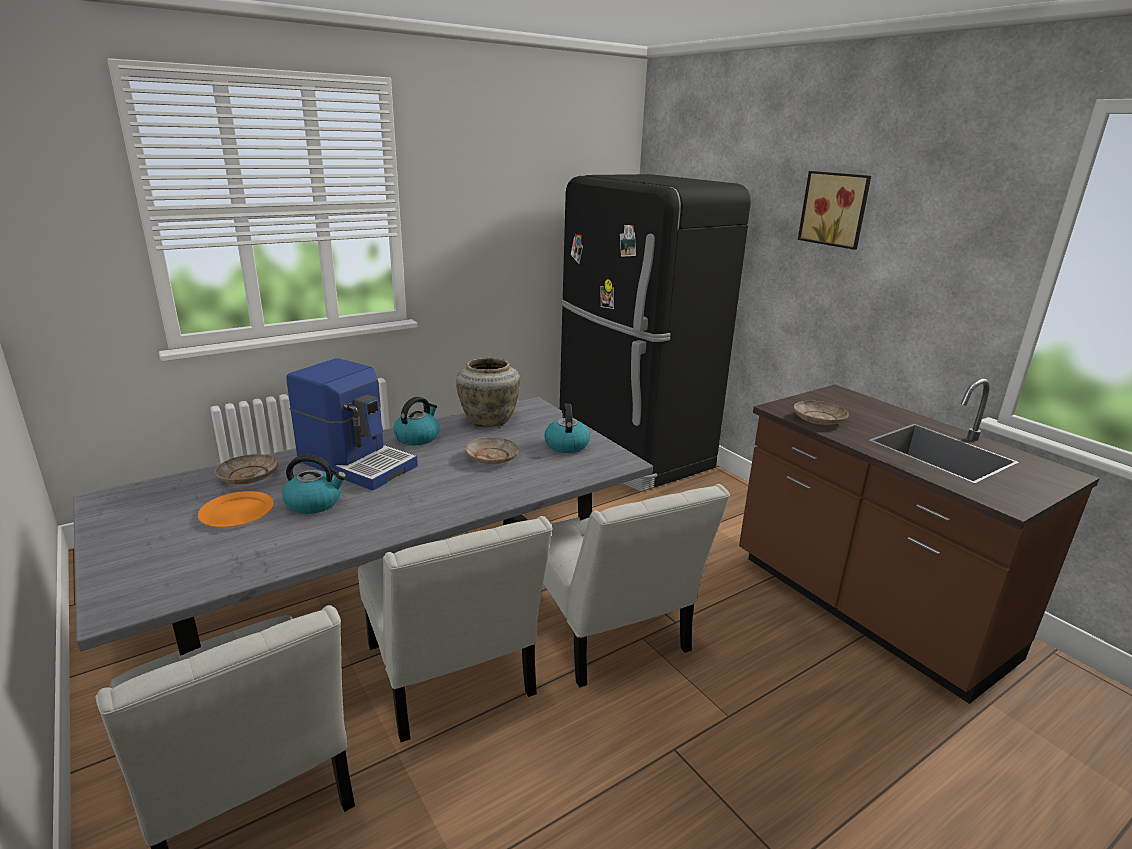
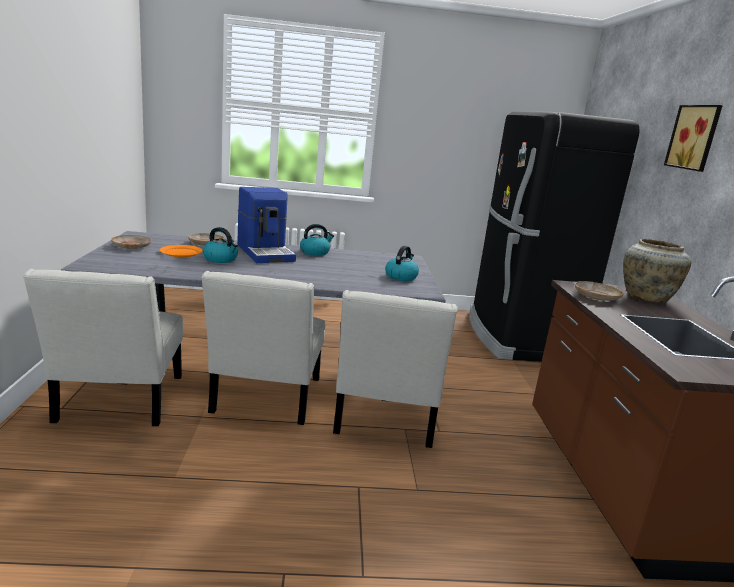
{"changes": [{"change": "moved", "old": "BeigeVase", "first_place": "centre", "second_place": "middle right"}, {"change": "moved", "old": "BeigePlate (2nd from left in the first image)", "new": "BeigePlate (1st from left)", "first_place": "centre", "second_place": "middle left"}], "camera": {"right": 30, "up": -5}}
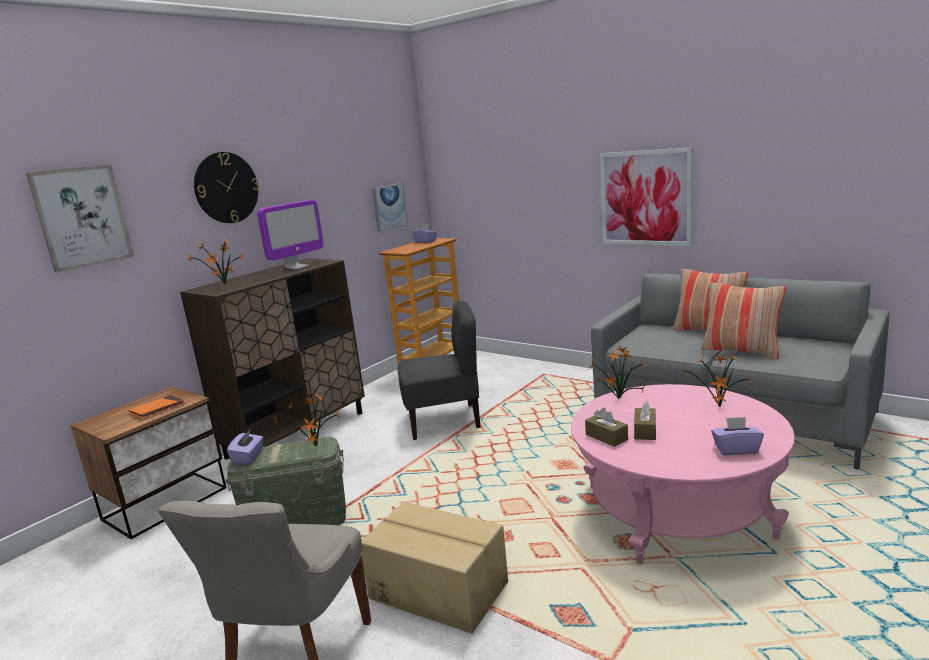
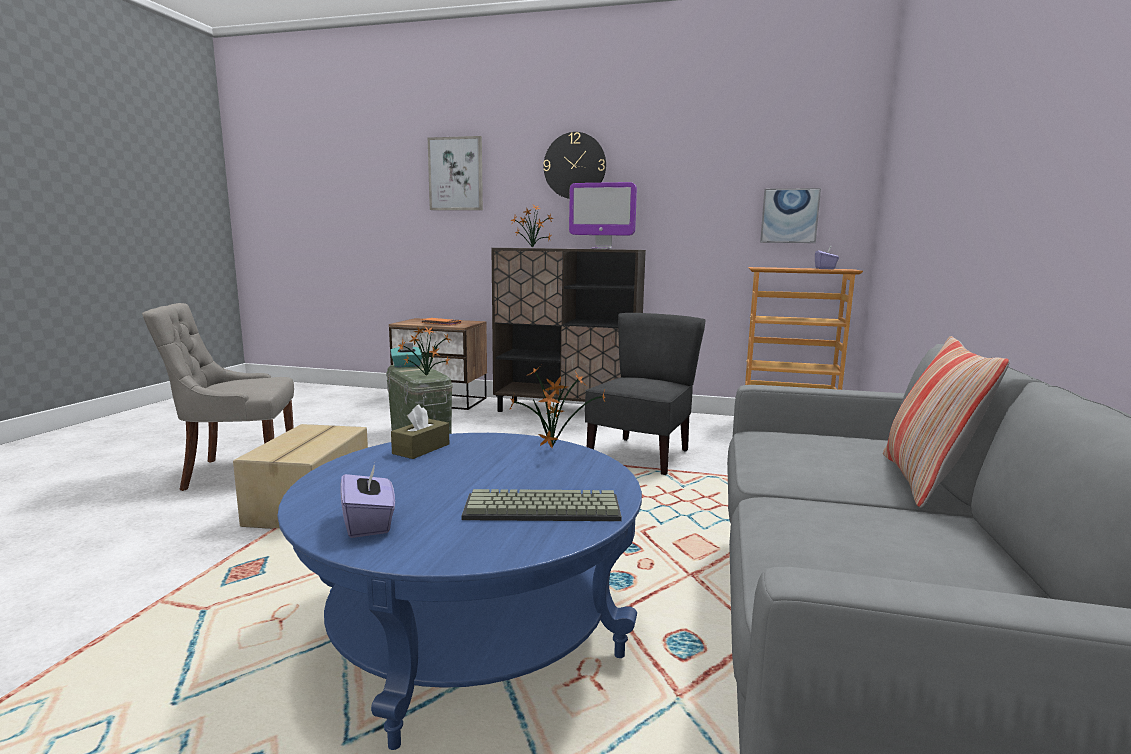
{"changes": [{"change": "removed", "old": "Picture (3rd from left)", "first_place": "top right"}, {"change": "removed", "old": "Pillow (2nd from left)", "first_place": "middle right"}, {"change": "turned", "old": "GreyChair (2nd from left)", "first_place": "centre", "second_place": "centre", "degrees": -120}, {"change": "replaced", "old": "PottedPlant (4th from left)", "new": "Keyboard", "first_place": "middle right", "second_place": "bottom centre"}, {"change": "recoloured", "old": "PinkCoffeeTable", "new": "BlueCoffeeTable", "first_place": "bottom right", "second_place": "bottom centre"}, {"change": "removed", "old": "BrownTissueBox (2nd from left)", "first_place": "middle right"}, {"change": "recoloured", "old": "PurpleTissueBox (1st from left)", "new": "TurquoiseTissueBox", "first_place": "bottom left", "second_place": "centre"}], "camera": {"right": 65, "up": -5}}
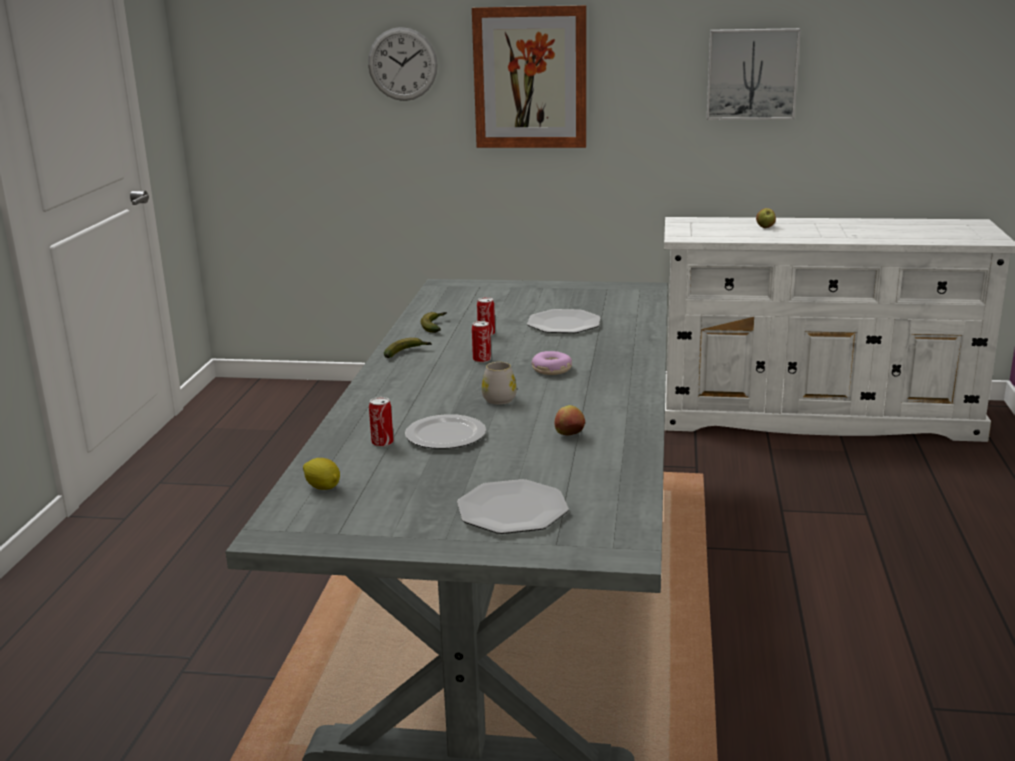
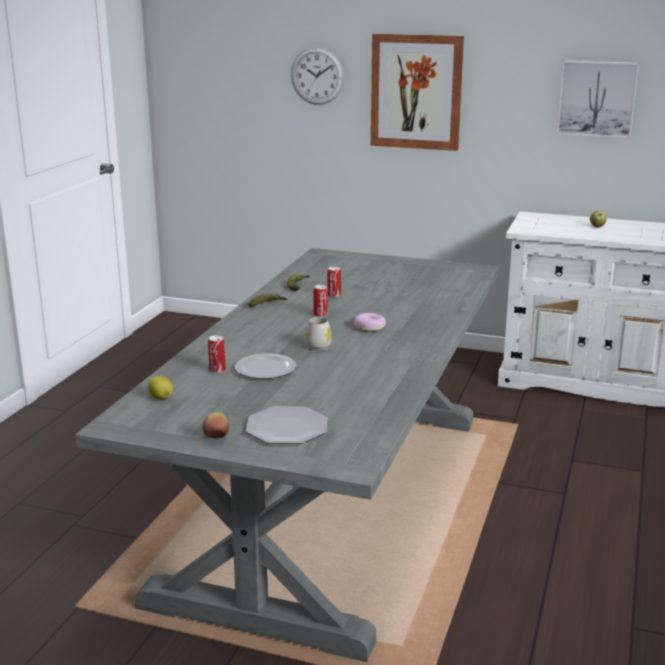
{"changes": [{"change": "removed", "old": "Plate (3rd from left)", "first_place": "centre"}, {"change": "moved", "old": "Apple (1st from left)", "first_place": "centre", "second_place": "middle left"}], "camera": {"right": 10, "up": 0}}
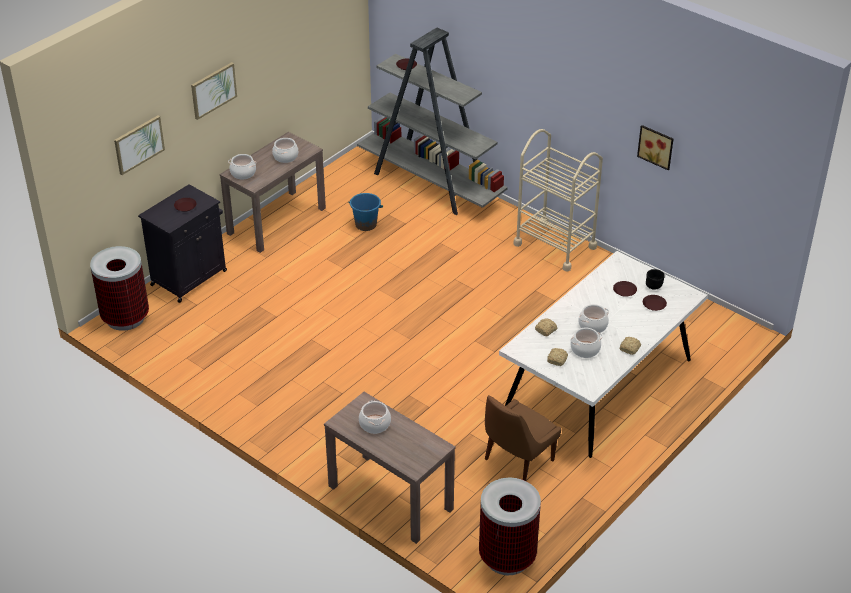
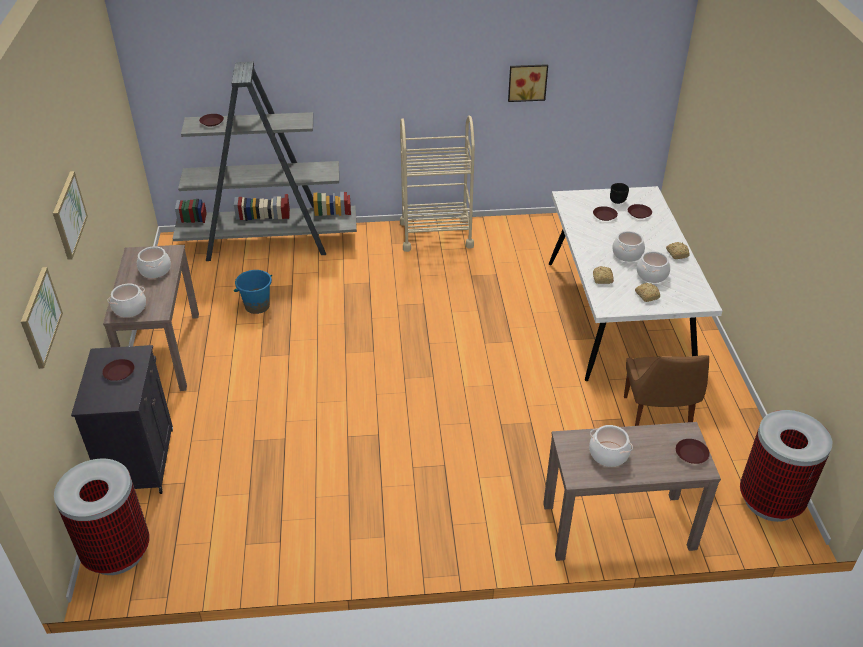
{"changes": [{"change": "added", "new": "BrownPlate (5th from left)", "second_place": "bottom right"}], "camera": {"right": -45, "up": 0}}
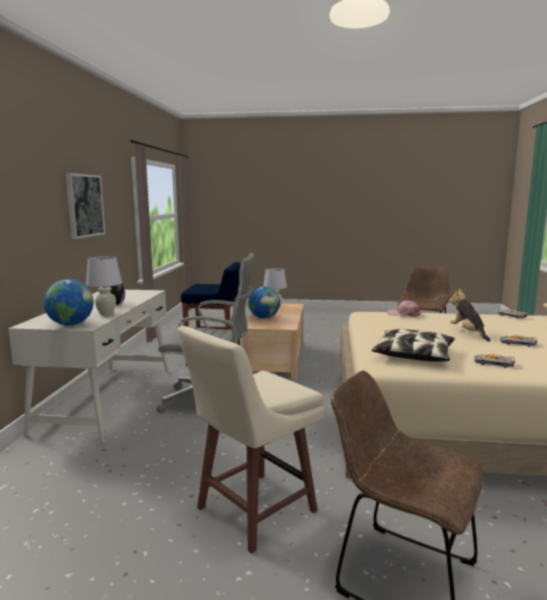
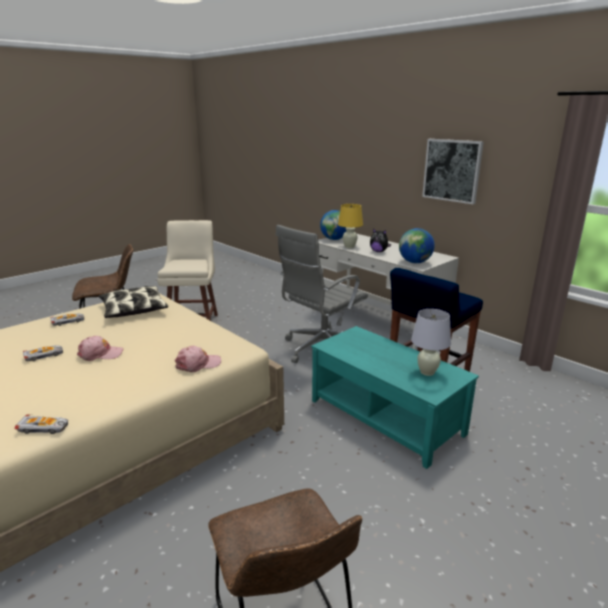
{"changes": [{"change": "recoloured", "old": "WhiteTableLamp (1st from left)", "new": "YellowTableLamp", "first_place": "middle left", "second_place": "centre"}, {"change": "moved", "old": "Globe (2nd from left)", "first_place": "centre", "second_place": "middle right"}, {"change": "replaced", "old": "PlushToy (2nd from left)", "new": "PinkCap (1st from left)", "first_place": "middle right", "second_place": "middle left"}, {"change": "recoloured", "old": "BeigeCoffeeTable", "new": "TurquoiseCoffeeTable", "first_place": "centre", "second_place": "centre"}], "camera": {"right": 130, "up": 10}}
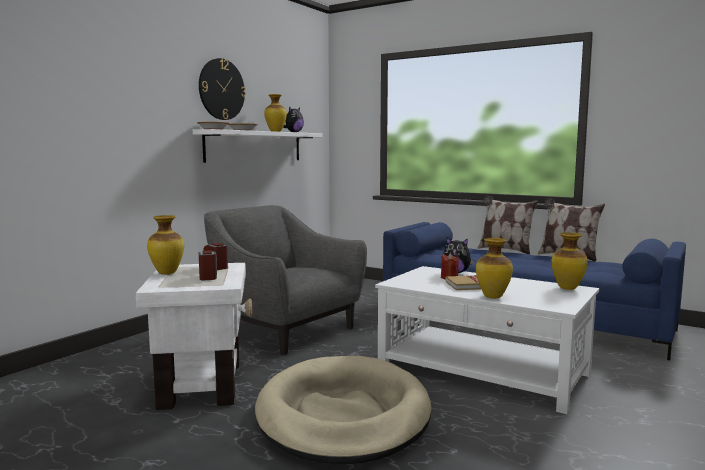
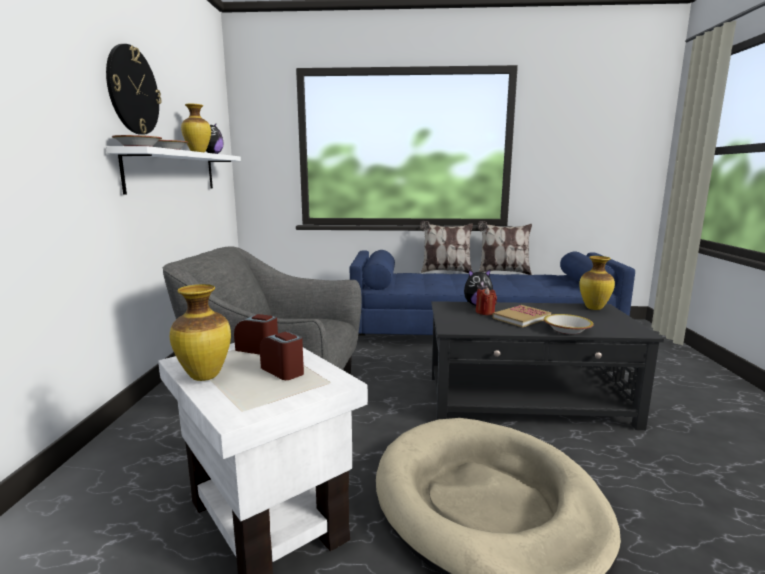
{"changes": [{"change": "replaced", "old": "Vase (3rd from left)", "new": "Bowl (3rd from left)", "first_place": "middle right", "second_place": "middle right"}, {"change": "recoloured", "old": "WhiteCoffeeTable", "new": "BlackCoffeeTable", "first_place": "bottom right", "second_place": "middle right"}], "camera": {"right": -30, "up": 5}}
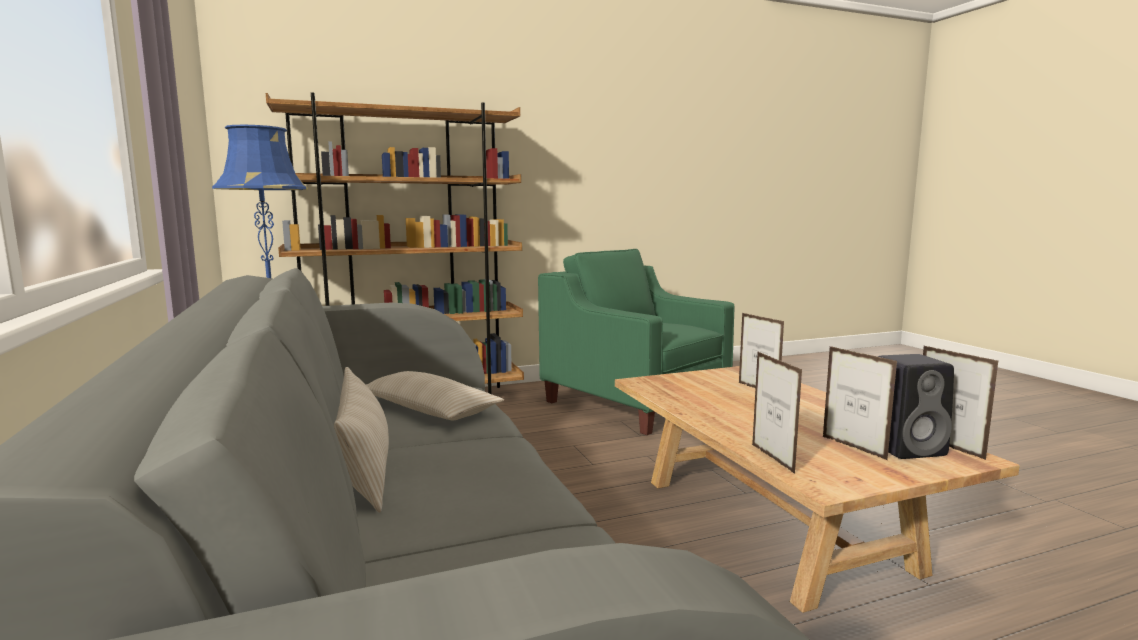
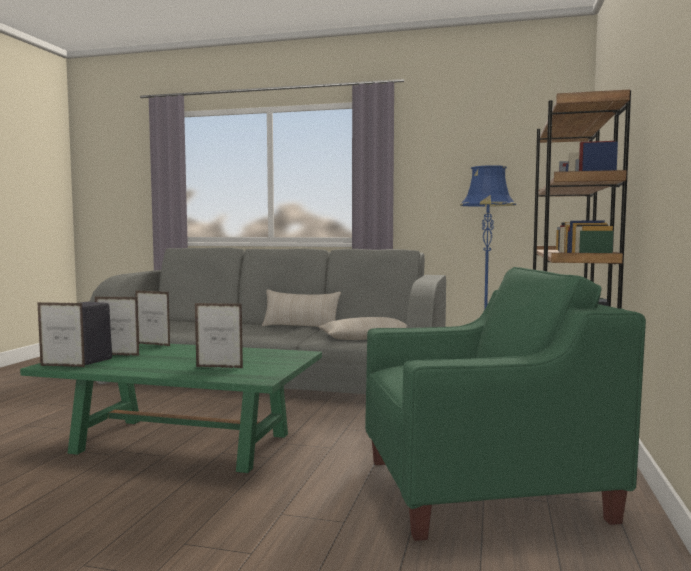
{"changes": [{"change": "recoloured", "old": "BeigeCoffeeTable", "new": "GreenCoffeeTable", "first_place": "bottom right", "second_place": "bottom left"}], "camera": {"right": 125, "up": -5}}
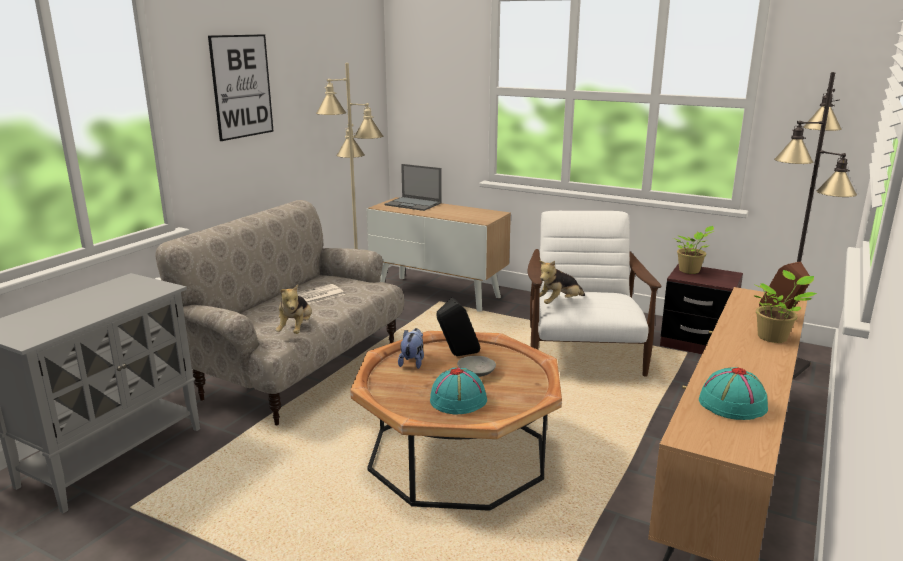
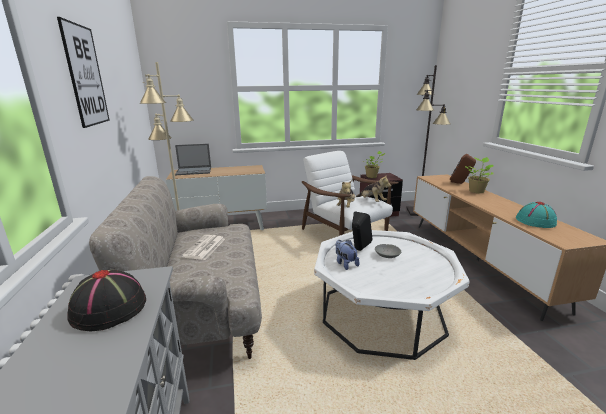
{"changes": [{"change": "moved", "old": "PlushToy (1st from left in the first image)", "new": "PlushToy (3rd from left)", "first_place": "middle left", "second_place": "centre"}, {"change": "recoloured", "old": "BrownCoffeeTable", "new": "WhiteCoffeeTable", "first_place": "bottom centre", "second_place": "bottom centre"}, {"change": "removed", "old": "TurquoiseHat (1st from left)", "first_place": "bottom centre"}, {"change": "added", "new": "BlackHat", "second_place": "bottom left"}], "camera": {"right": -40, "up": 0}}
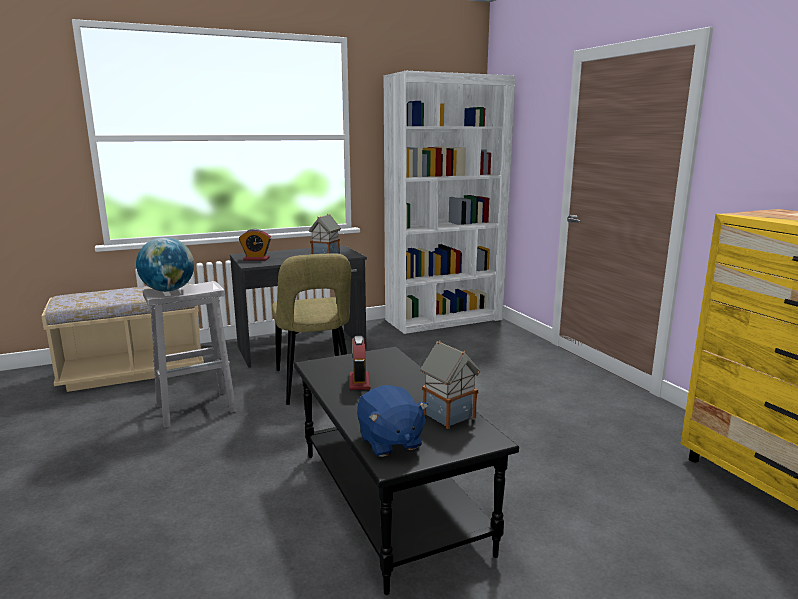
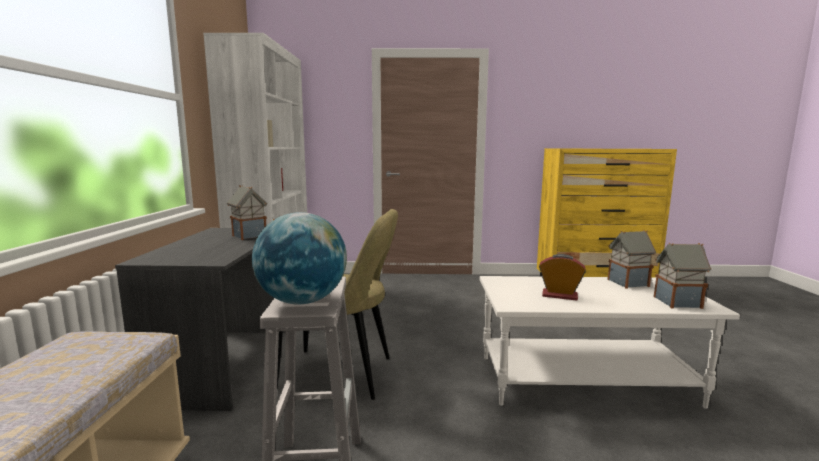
{"changes": [{"change": "removed", "old": "AlarmClock (1st from left)", "first_place": "middle left"}, {"change": "recoloured", "old": "BlackCoffeeTable", "new": "WhiteCoffeeTable", "first_place": "bottom centre", "second_place": "bottom right"}, {"change": "replaced", "old": "BluePlushToy", "new": "ToyHouse (3rd from left)", "first_place": "bottom centre", "second_place": "middle right"}], "camera": {"right": -65, "up": -5}}
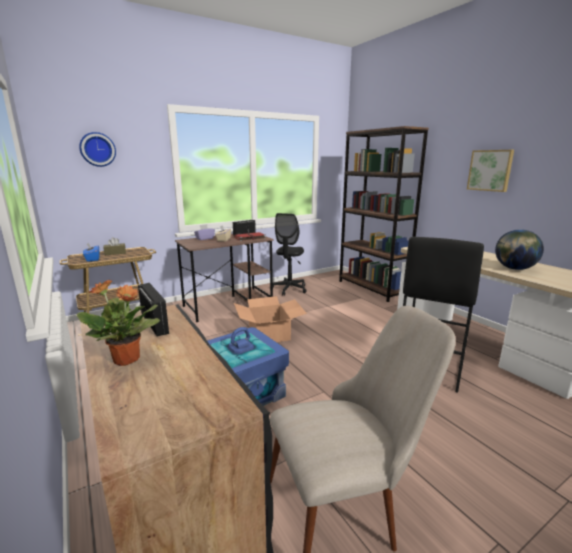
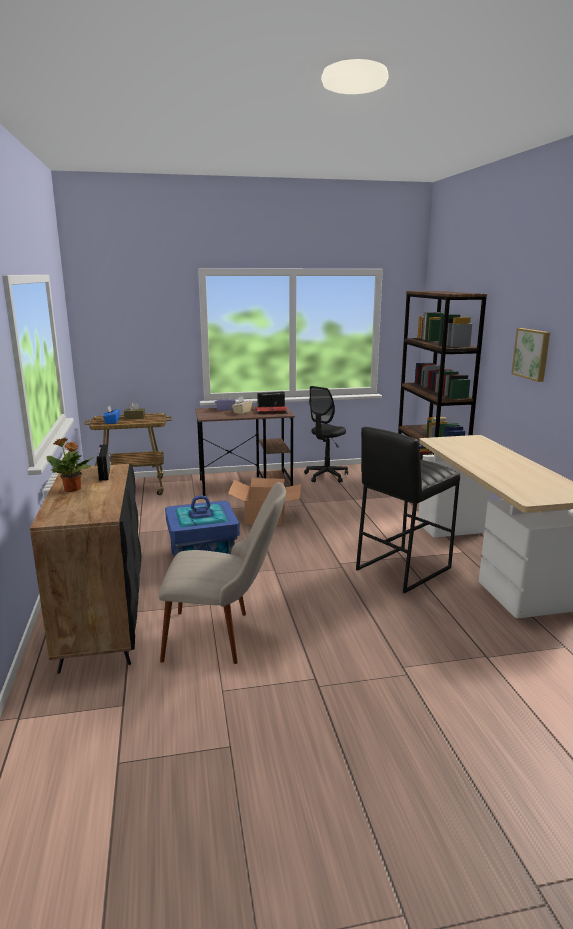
{"changes": [{"change": "removed", "old": "WallClock", "first_place": "top left"}, {"change": "removed", "old": "Globe", "first_place": "middle right"}], "camera": {"right": 20, "up": 0}}
